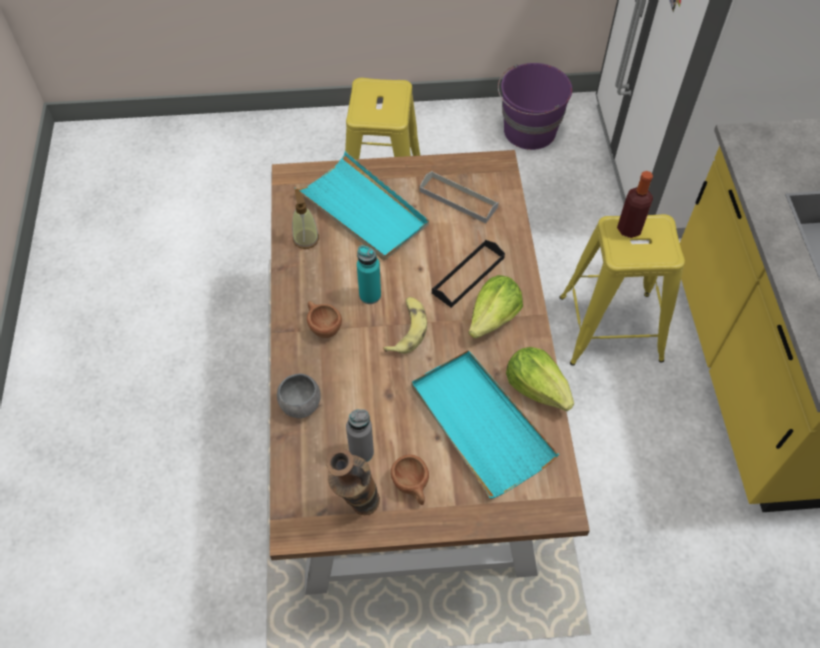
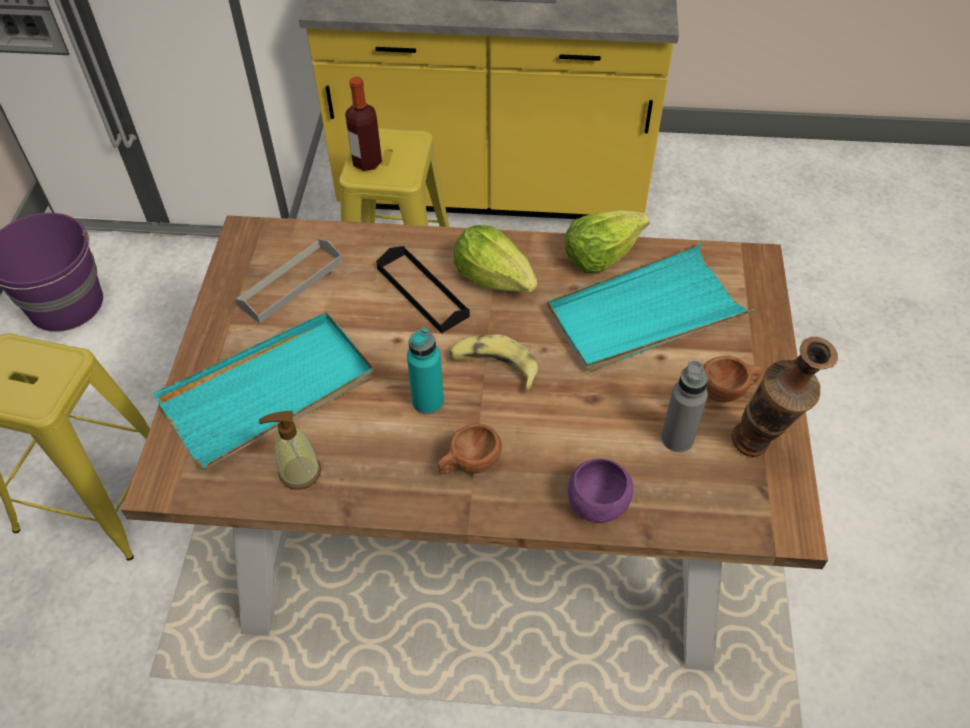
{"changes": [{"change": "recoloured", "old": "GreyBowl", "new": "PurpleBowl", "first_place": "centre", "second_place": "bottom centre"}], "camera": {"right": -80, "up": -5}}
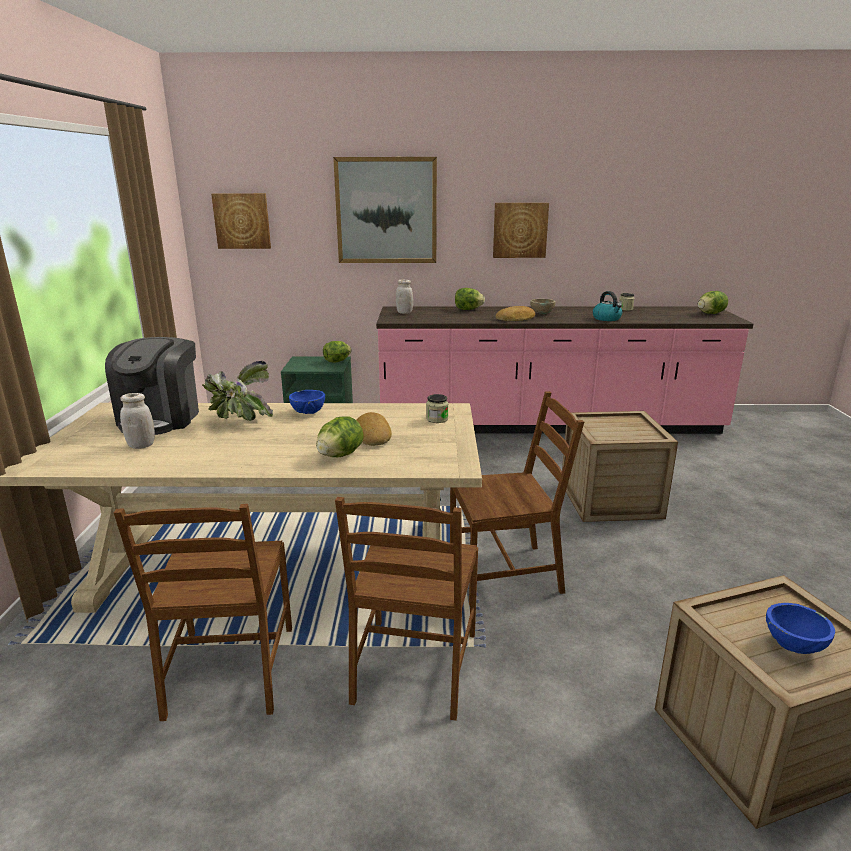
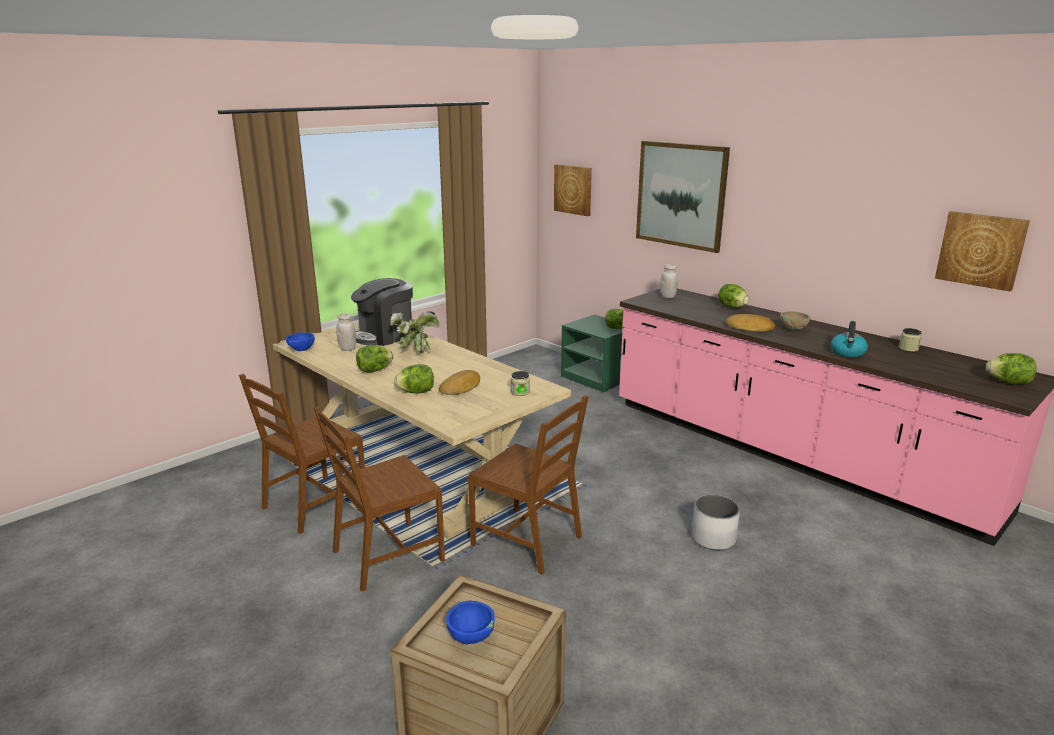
{"changes": [{"change": "moved", "old": "Picture (3rd from left)", "first_place": "top centre", "second_place": "middle right"}, {"change": "moved", "old": "BlueBowl (1st from left)", "first_place": "centre", "second_place": "middle left"}, {"change": "replaced", "old": "Crate (1st from left)", "new": "WhitePlanter", "first_place": "middle right", "second_place": "bottom right"}, {"change": "added", "new": "Lettuce (1st from left)", "second_place": "centre"}], "camera": {"right": 45, "up": 0}}
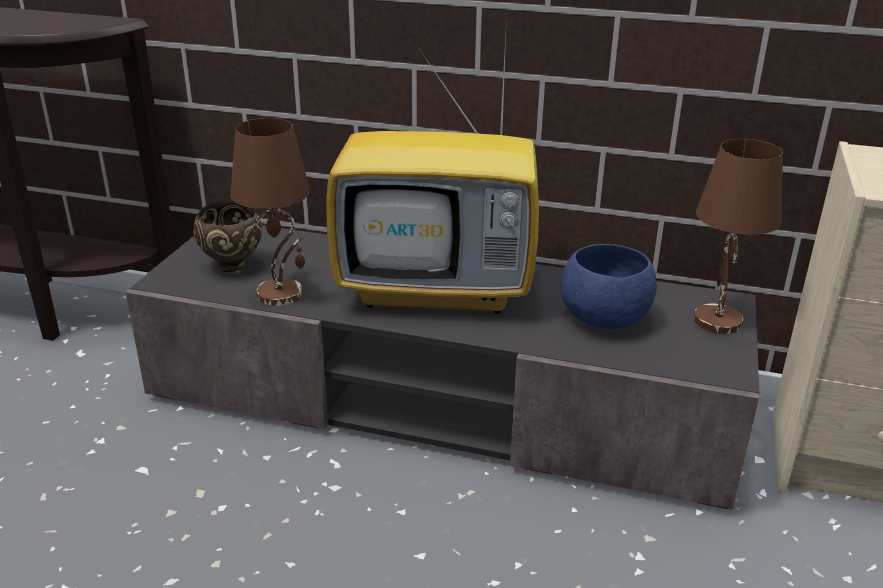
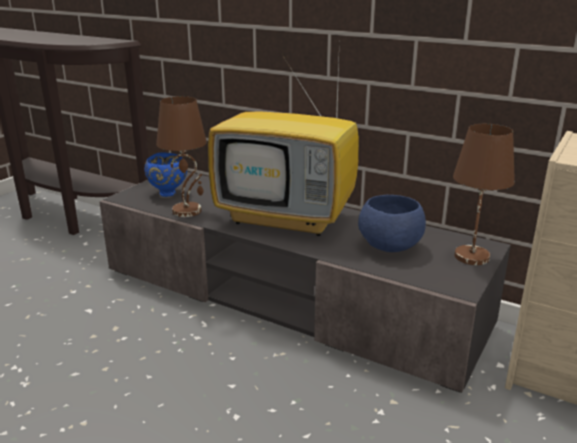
{"changes": [{"change": "recoloured", "old": "BrownBowl", "new": "BlueBowl (1st from left)", "first_place": "middle left", "second_place": "middle left"}], "camera": {"right": 15, "up": -5}}
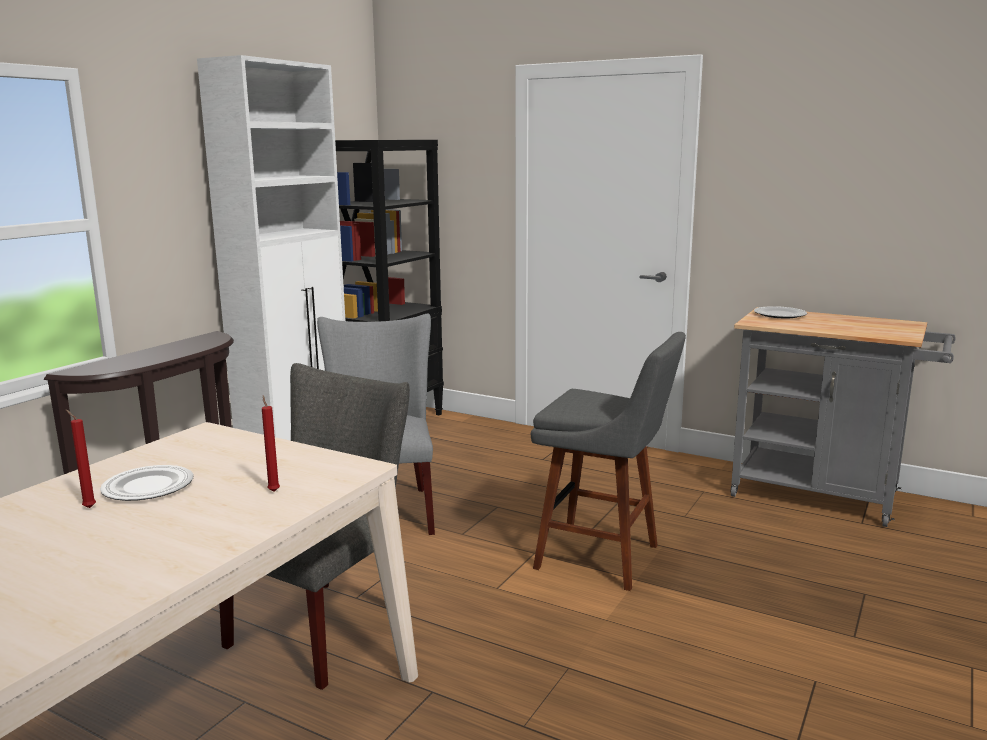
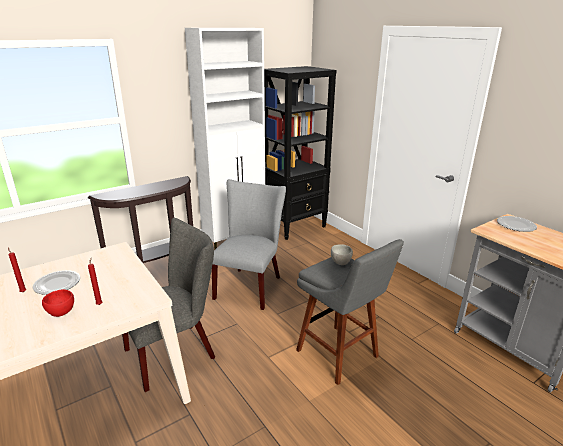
{"changes": [{"change": "added", "new": "GreyBowl", "second_place": "centre"}, {"change": "added", "new": "RedBowl", "second_place": "bottom left"}], "camera": {"right": 25, "up": 10}}
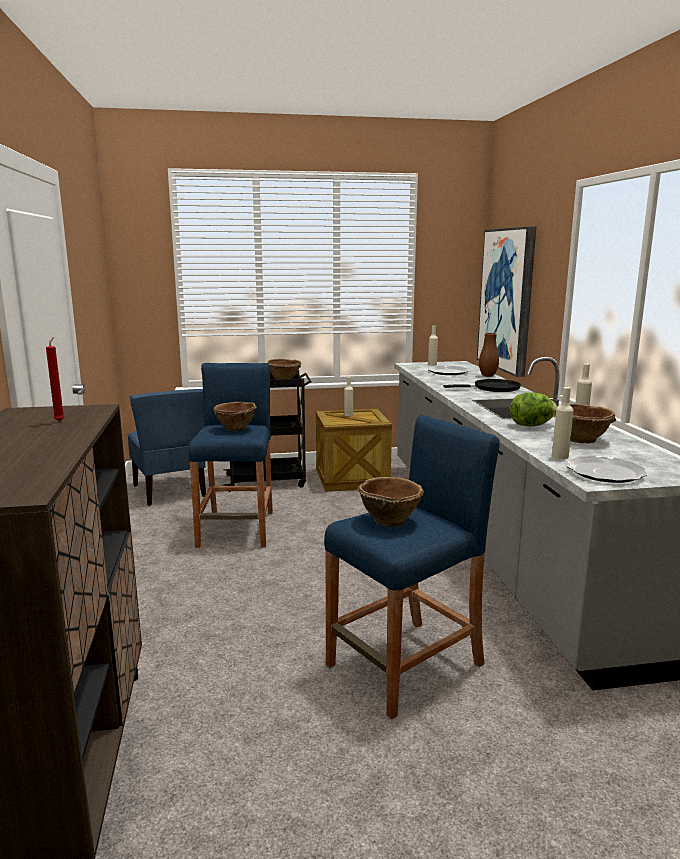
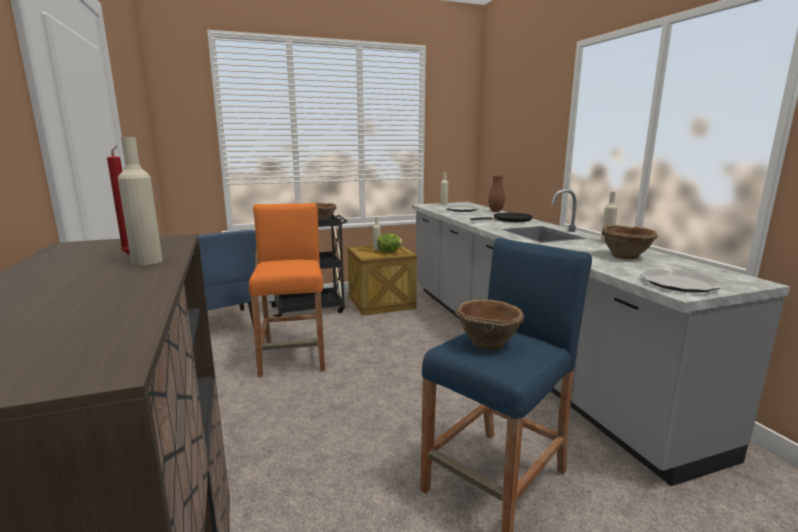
{"changes": [{"change": "removed", "old": "Picture", "first_place": "middle right"}, {"change": "recoloured", "old": "BlueStool (1st from left)", "new": "OrangeStool", "first_place": "centre", "second_place": "centre"}, {"change": "moved", "old": "BeigeBottle (3rd from left in the first image)", "new": "BeigeBottle (1st from left)", "first_place": "middle right", "second_place": "middle left"}, {"change": "moved", "old": "Lettuce", "first_place": "middle right", "second_place": "centre"}, {"change": "removed", "old": "BrownBowl (1st from left)", "first_place": "centre"}], "camera": {"right": -10, "up": 0}}
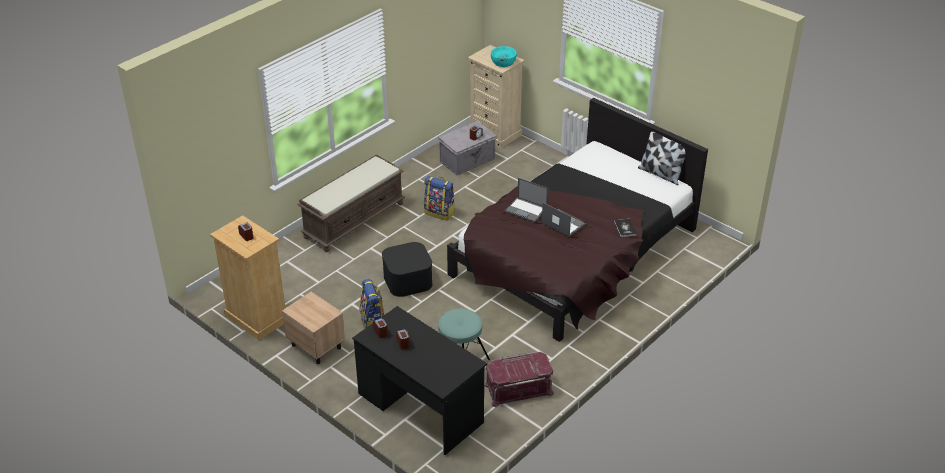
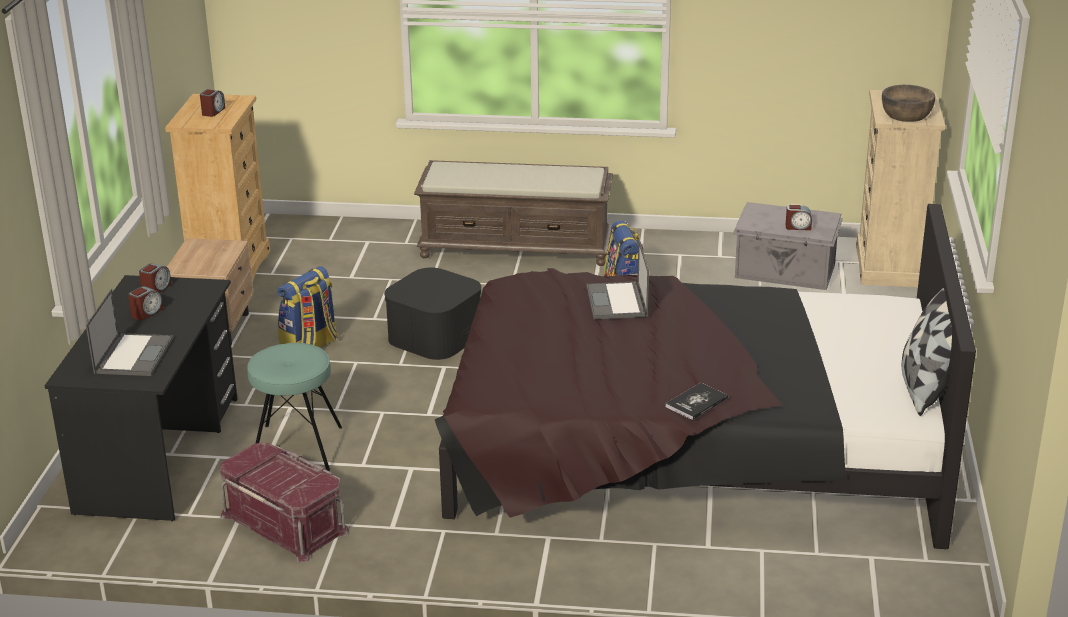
{"changes": [{"change": "recoloured", "old": "TurquoiseBowl", "new": "BrownBowl", "first_place": "top centre", "second_place": "top right"}, {"change": "moved", "old": "Laptop (2nd from left in the first image)", "new": "Laptop (1st from left)", "first_place": "centre", "second_place": "middle left"}], "camera": {"right": 55, "up": -10}}
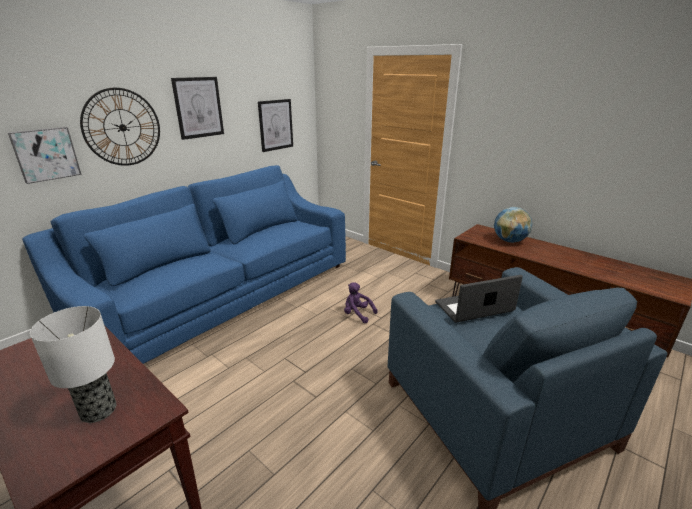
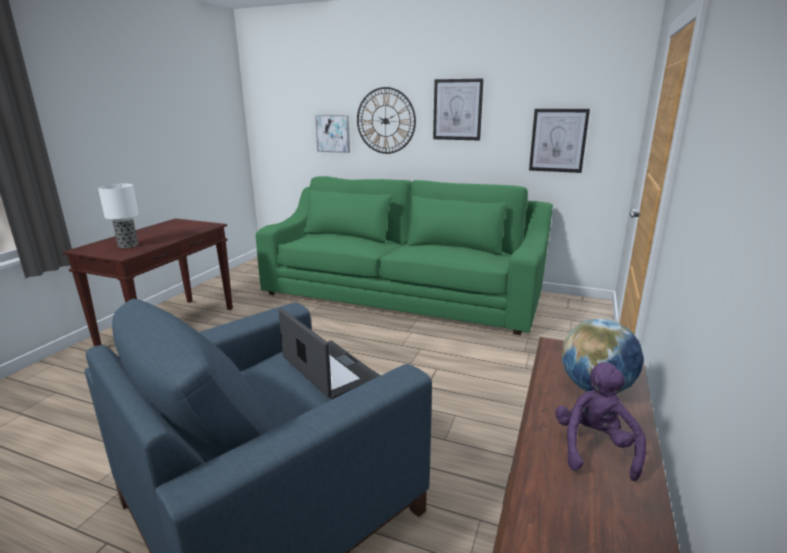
{"changes": [{"change": "recoloured", "old": "BlueSofa", "new": "GreenSofa", "first_place": "middle left", "second_place": "centre"}, {"change": "moved", "old": "PurplePlushToy", "first_place": "centre", "second_place": "bottom right"}], "camera": {"right": 70, "up": -5}}
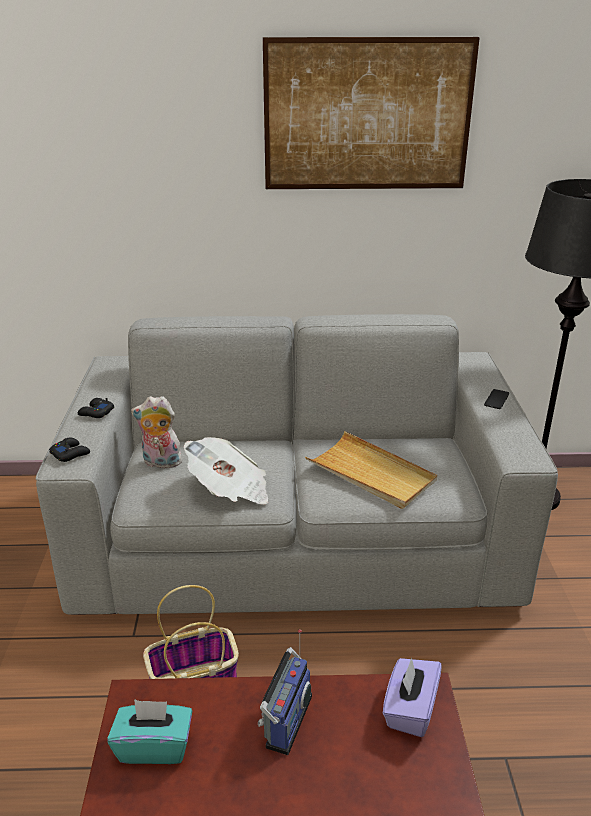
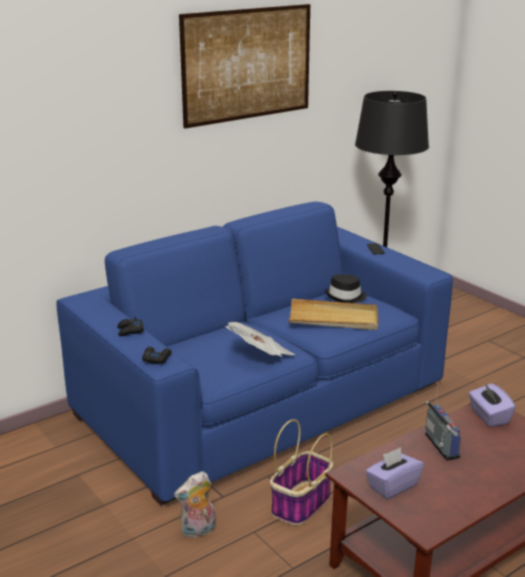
{"changes": [{"change": "recoloured", "old": "GreySofa", "new": "BlueSofa", "first_place": "centre", "second_place": "centre"}, {"change": "moved", "old": "PlushToy", "first_place": "middle left", "second_place": "bottom centre"}, {"change": "recoloured", "old": "TurquoiseTissueBox", "new": "PurpleTissueBox (1st from left)", "first_place": "bottom left", "second_place": "bottom right"}, {"change": "added", "new": "BlackHat", "second_place": "centre"}], "camera": {"right": -35, "up": -5}}
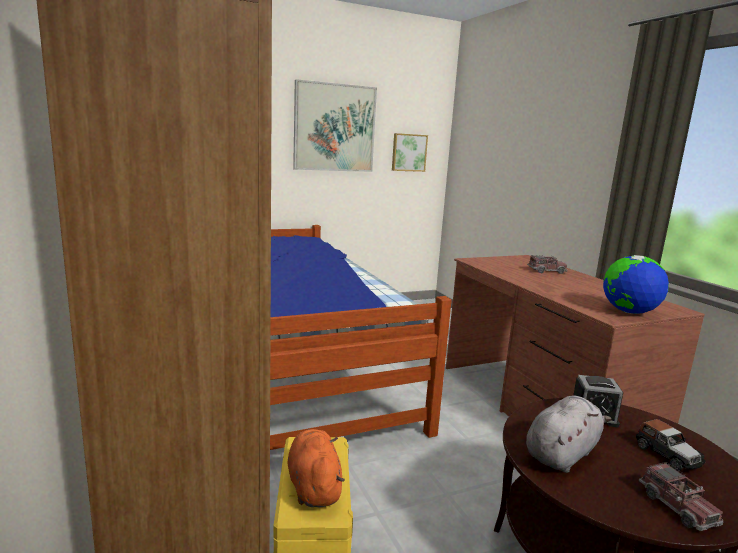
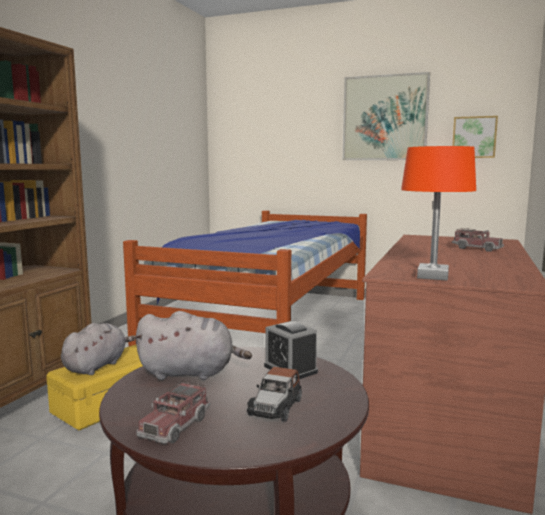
{"changes": [{"change": "replaced", "old": "Globe", "new": "OrangeTableLamp", "first_place": "middle right", "second_place": "middle right"}, {"change": "recoloured", "old": "OrangePlushToy", "new": "GreyPlushToy (1st from left)", "first_place": "bottom centre", "second_place": "bottom left"}], "camera": {"right": 45, "up": -5}}
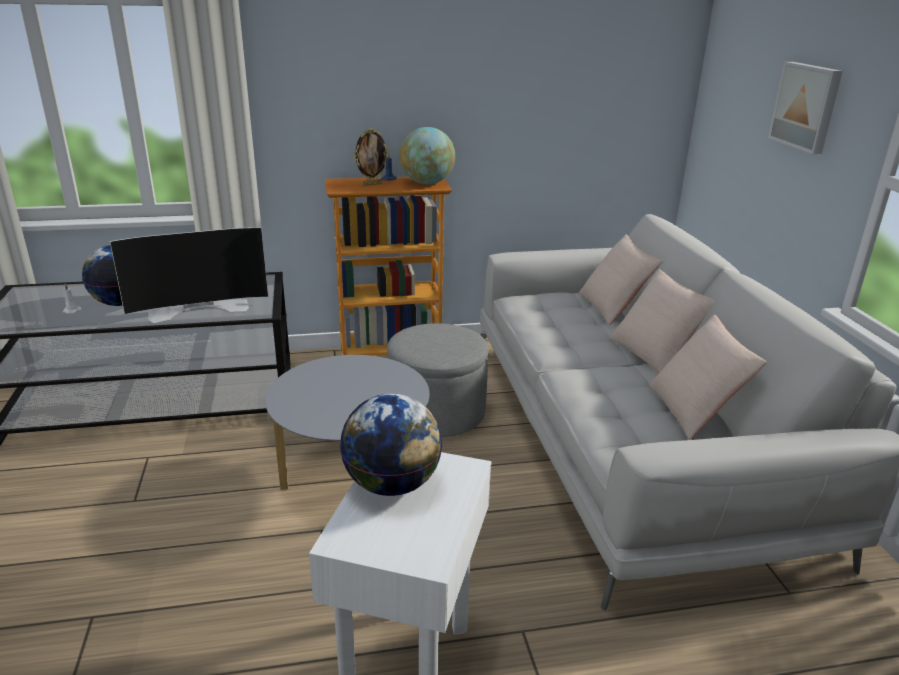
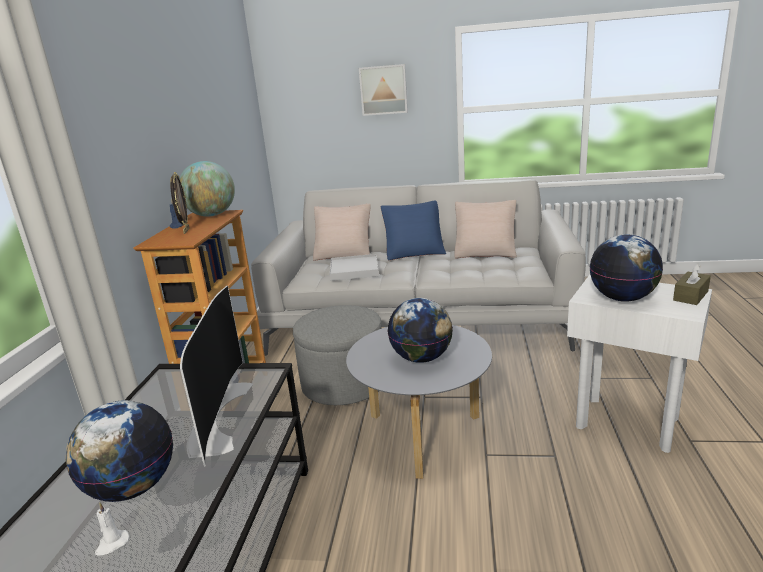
{"changes": [{"change": "recoloured", "old": "BeigePillow (2nd from left)", "new": "BluePillow", "first_place": "middle right", "second_place": "centre"}, {"change": "added", "new": "WhiteTray", "second_place": "centre"}, {"change": "added", "new": "BrownTissueBox", "second_place": "middle right"}, {"change": "added", "new": "Globe (3rd from left)", "second_place": "centre"}], "camera": {"right": -70, "up": -5}}
